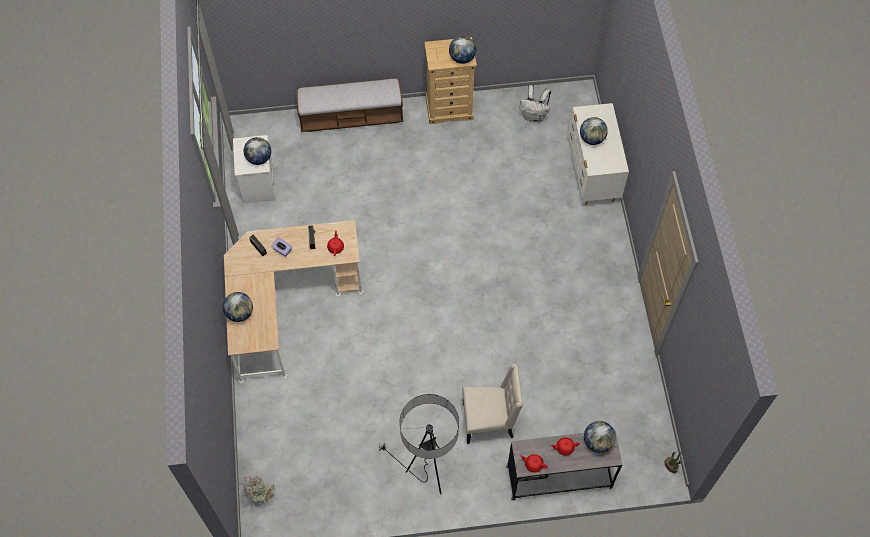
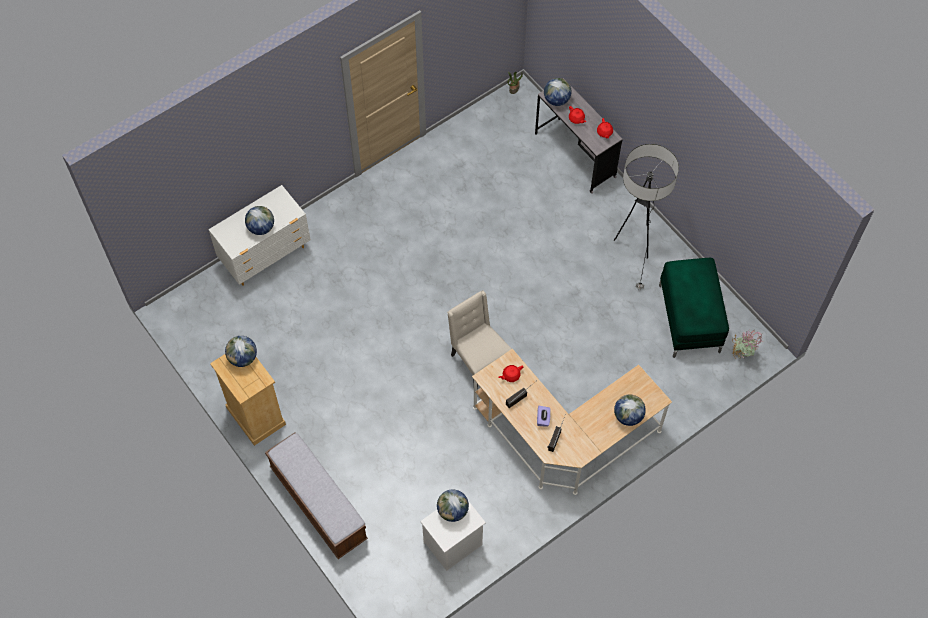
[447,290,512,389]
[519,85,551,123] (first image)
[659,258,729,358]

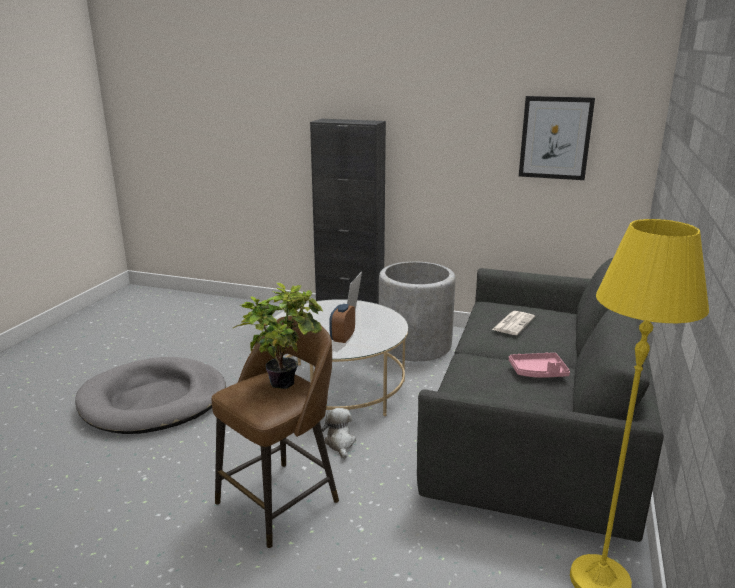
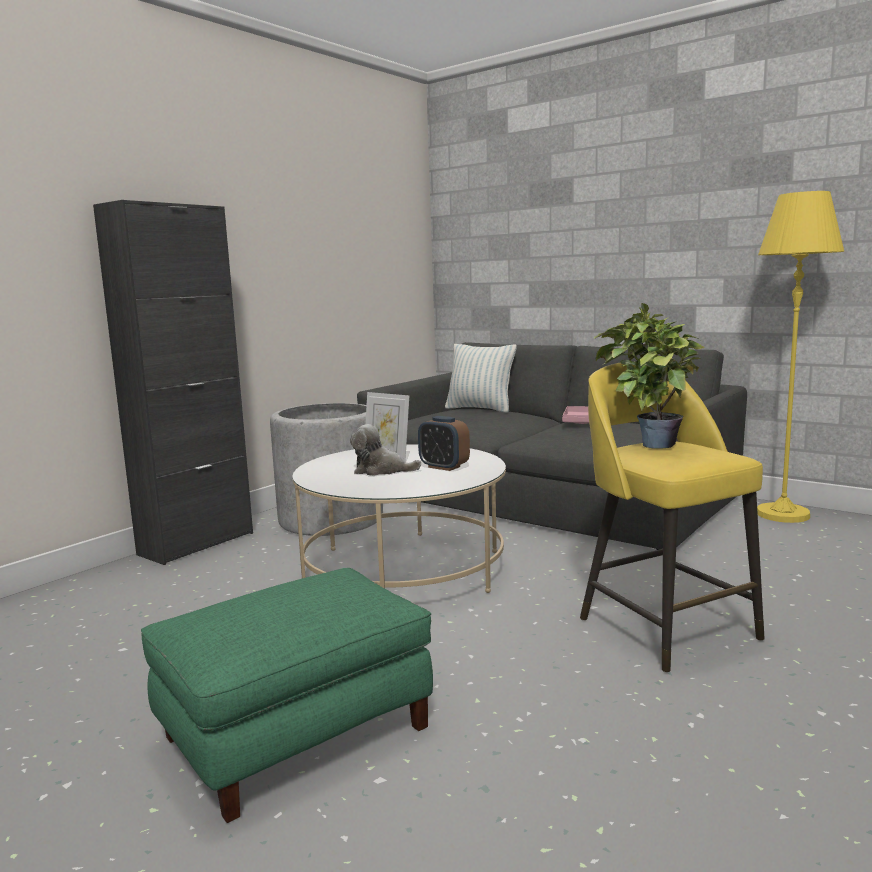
[141,568,433,823]
[580,363,765,673]
[350,424,421,476]
[492,311,535,335] (first image)
[519,96,595,180] (first image)
[445,344,517,413]

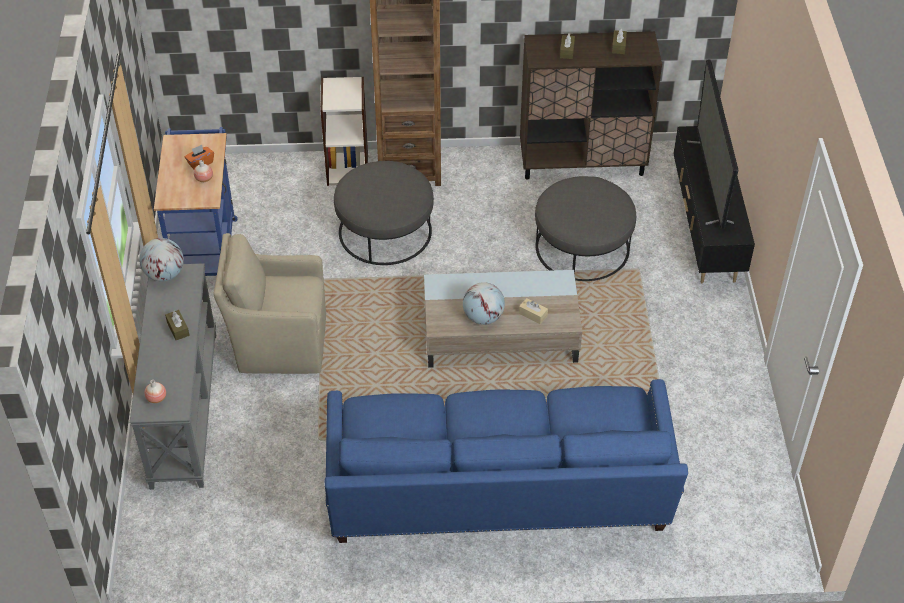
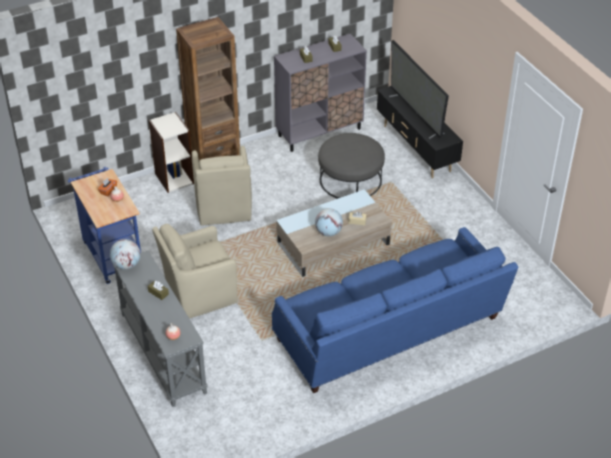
[192,146,252,226]
[274,34,367,152]

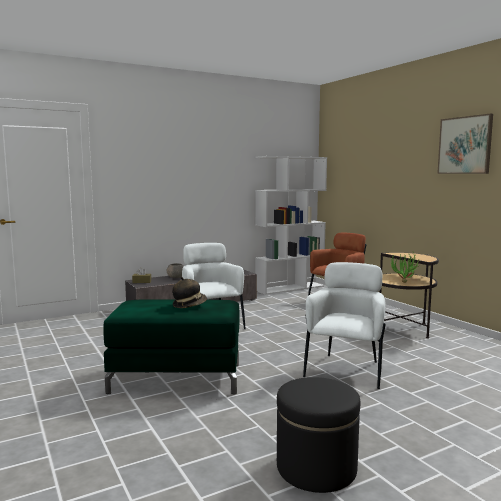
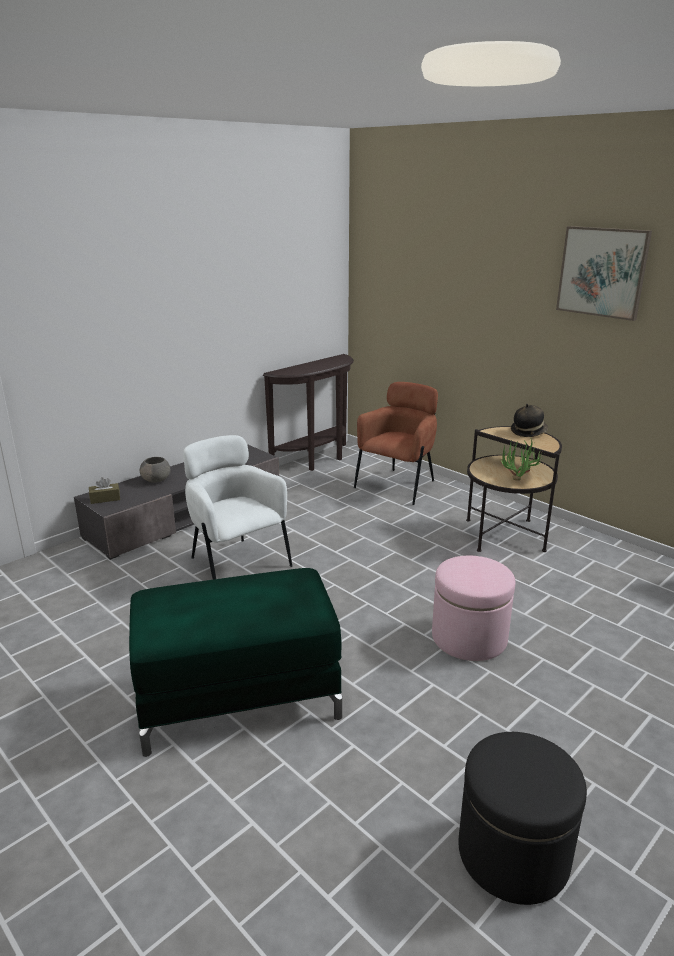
[511,404,548,437]
[263,354,354,471]
[432,556,515,661]

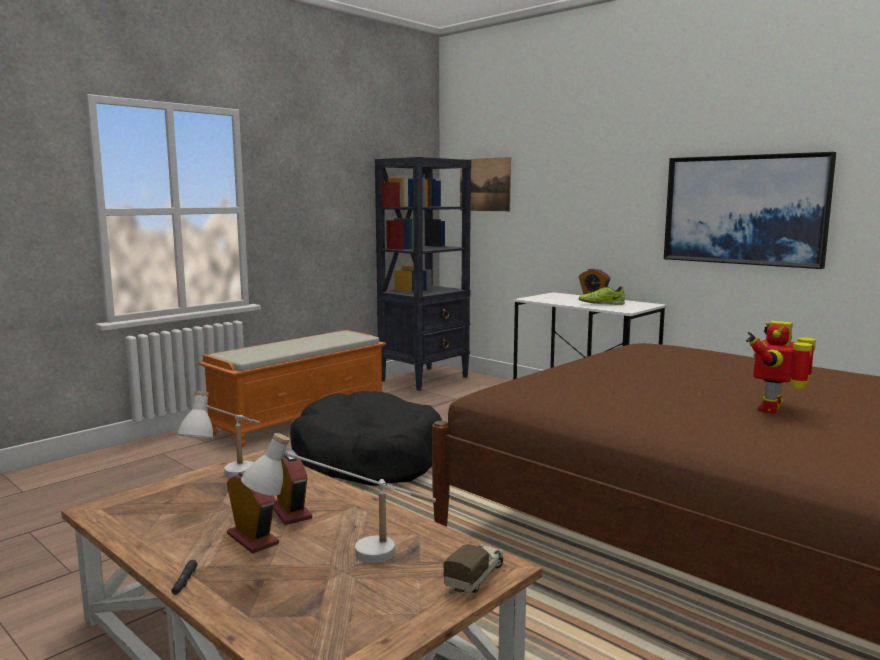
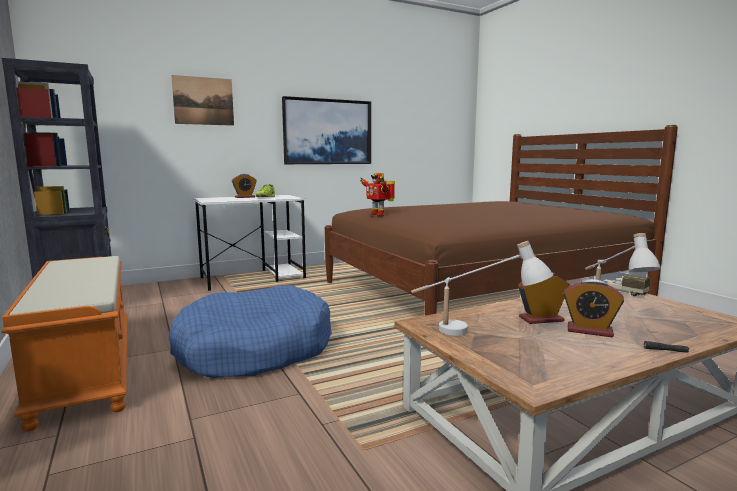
[564,279,624,337]
[169,285,332,378]
[171,75,234,126]
[360,173,395,216]

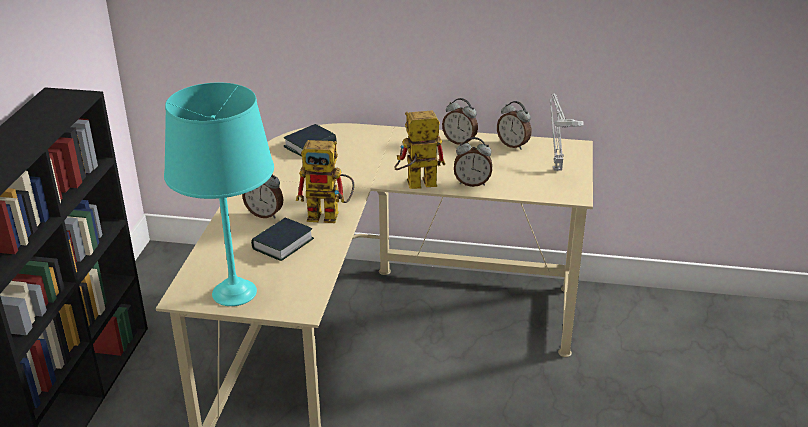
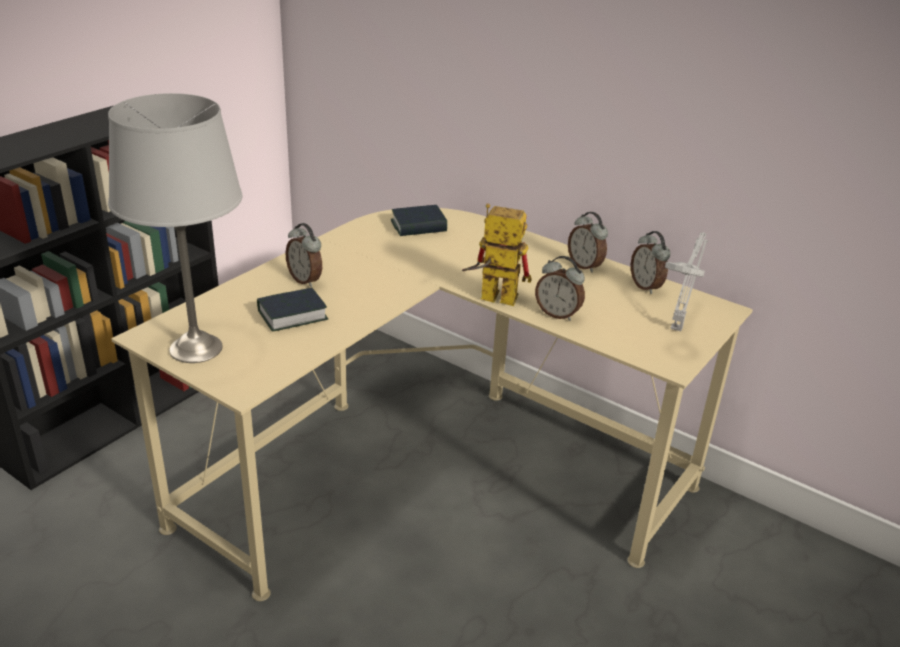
[108,93,242,363]
[296,140,355,223] (first image)

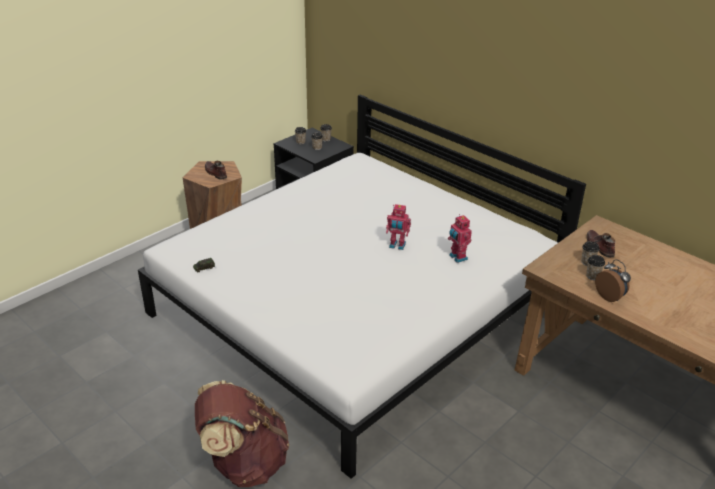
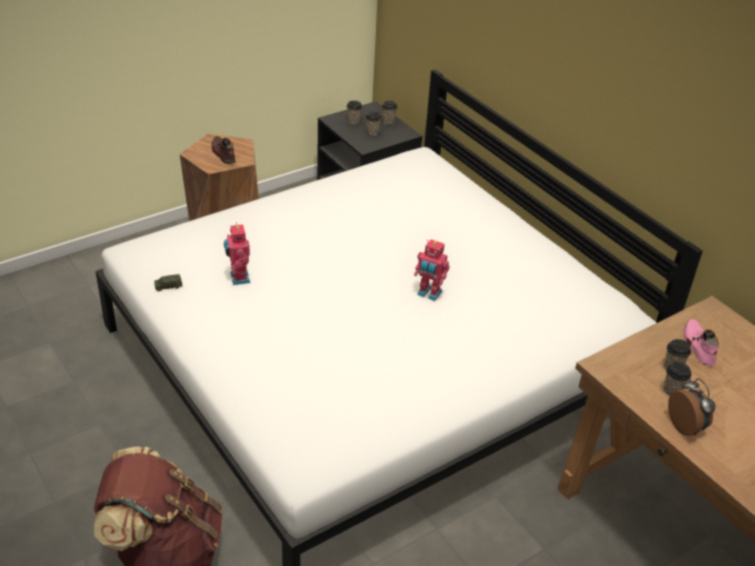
[224,222,250,285]
[684,319,719,366]

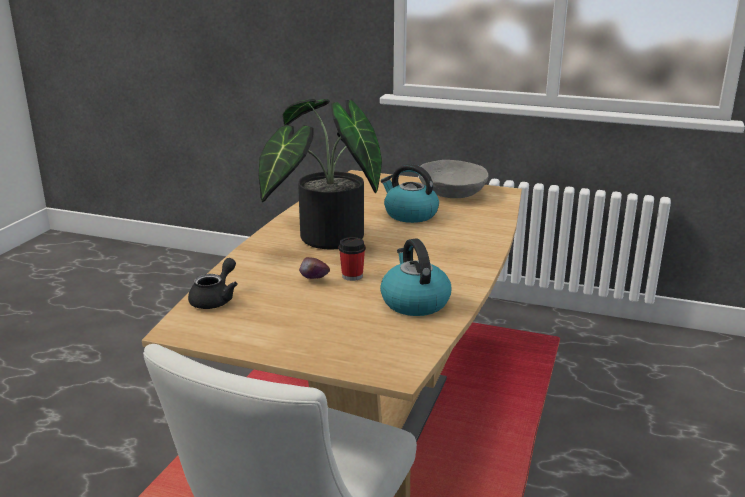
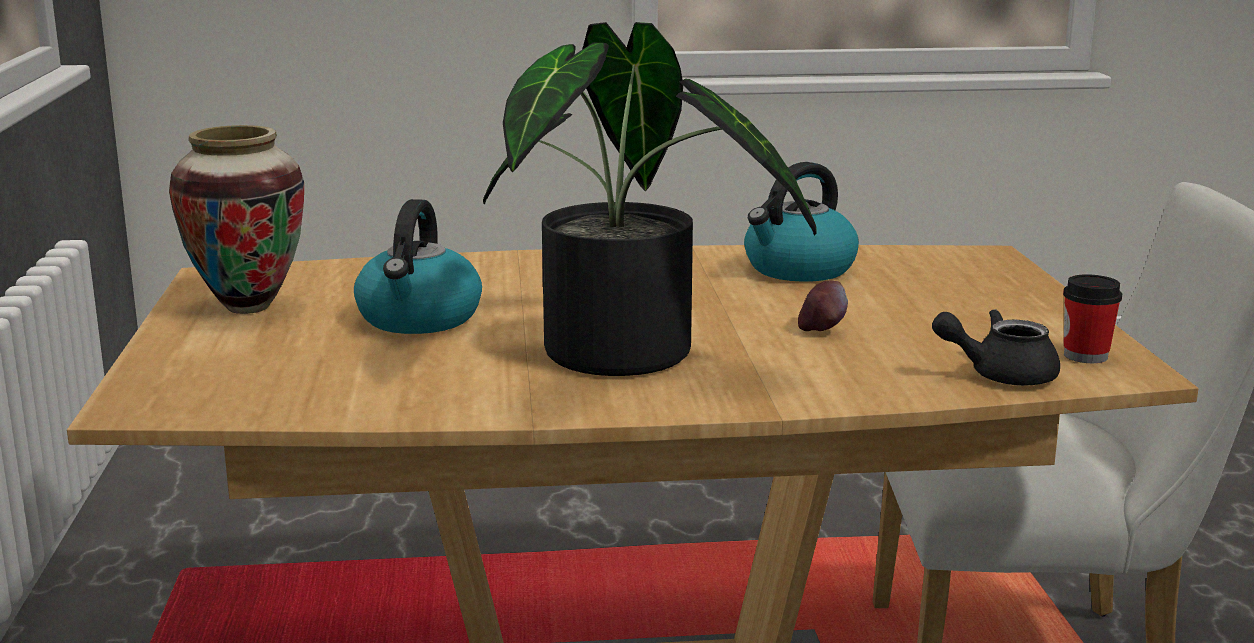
[1063,274,1122,363]
[169,125,304,314]

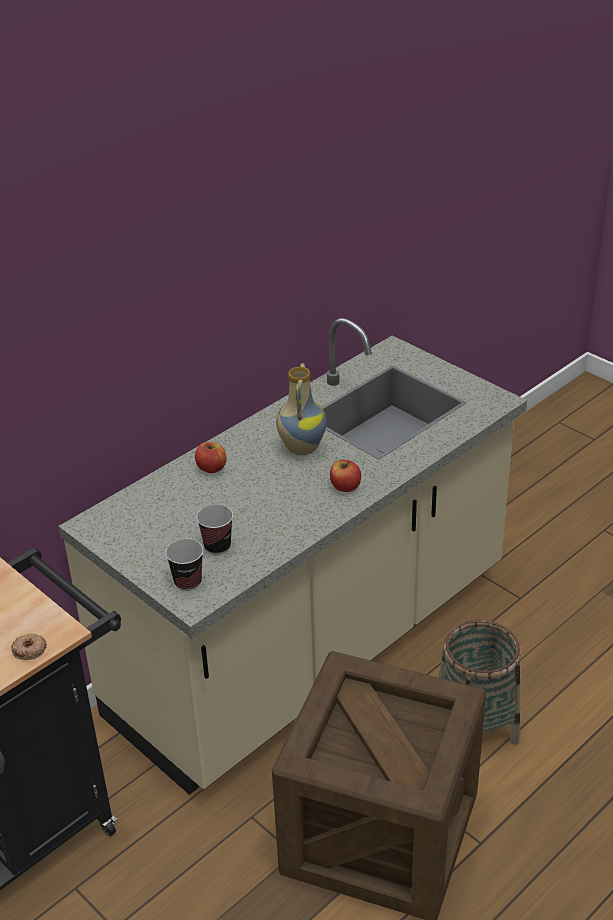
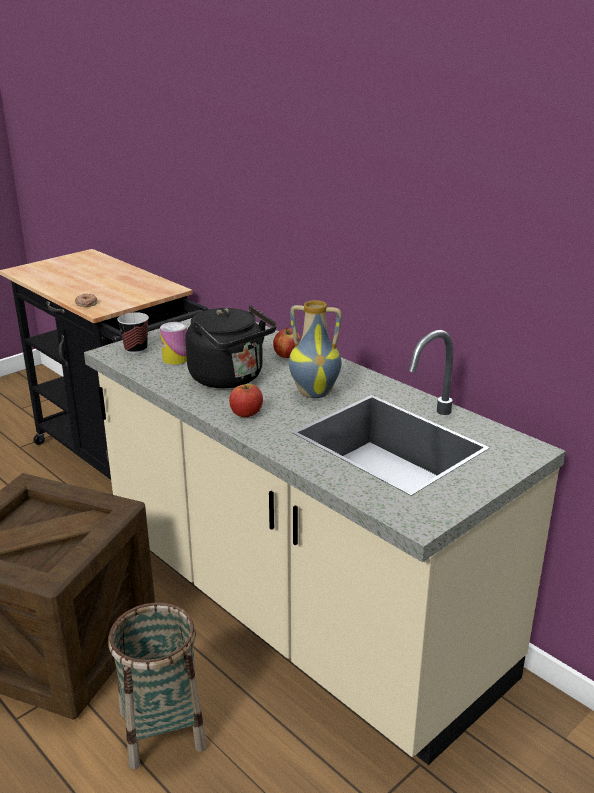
[160,322,187,365]
[186,305,277,388]

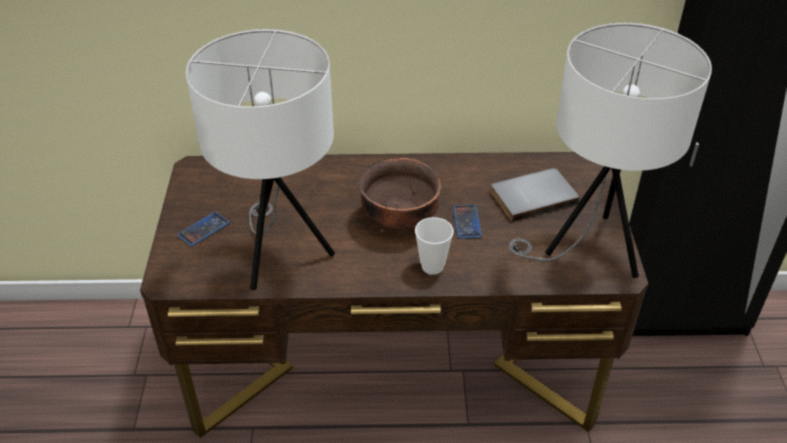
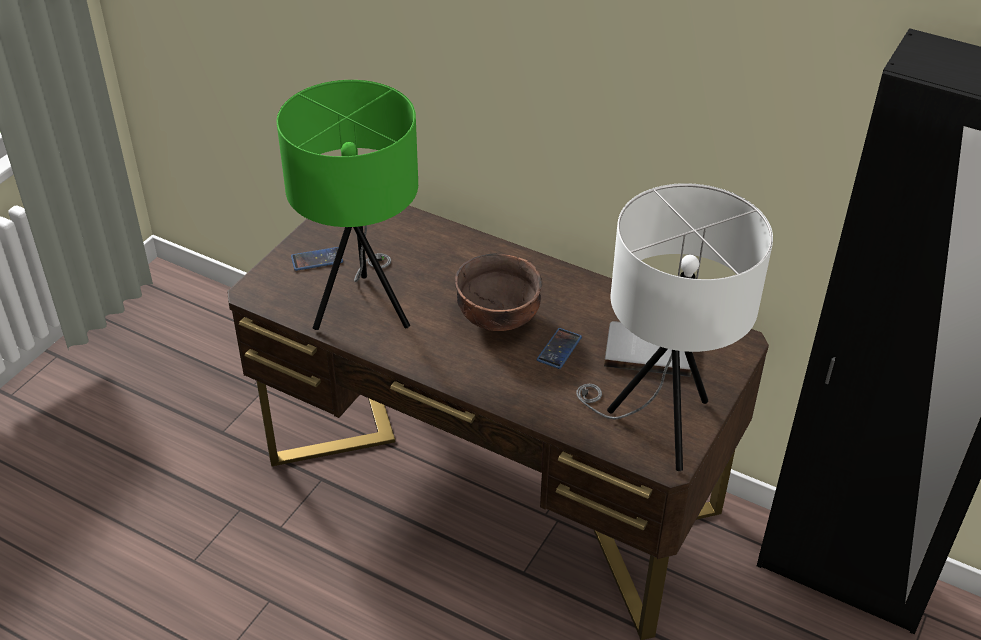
[277,80,418,330]
[415,217,454,275] (first image)

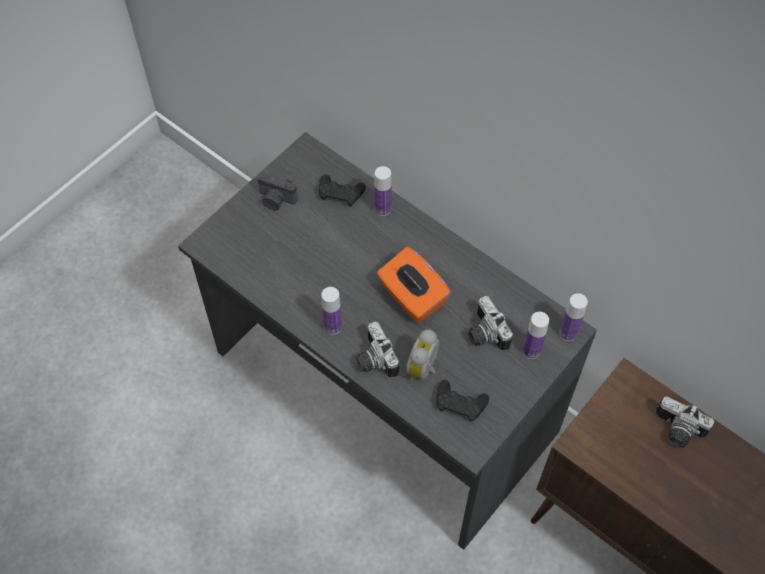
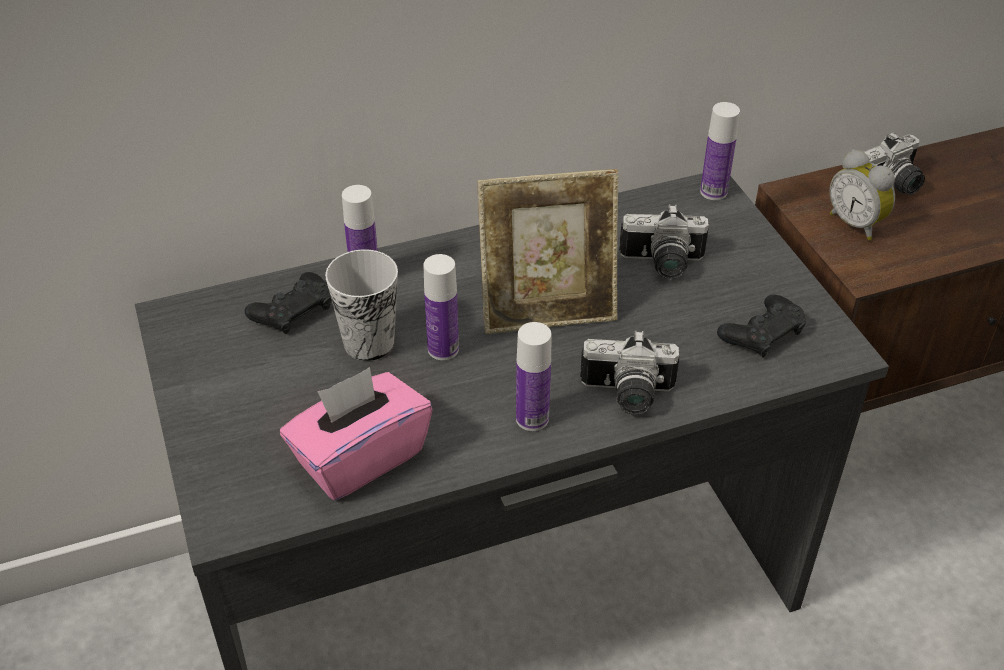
[257,173,298,210] (first image)
[477,169,619,334]
[829,150,895,241]
[424,254,459,360]
[280,367,432,500]
[325,249,398,361]

